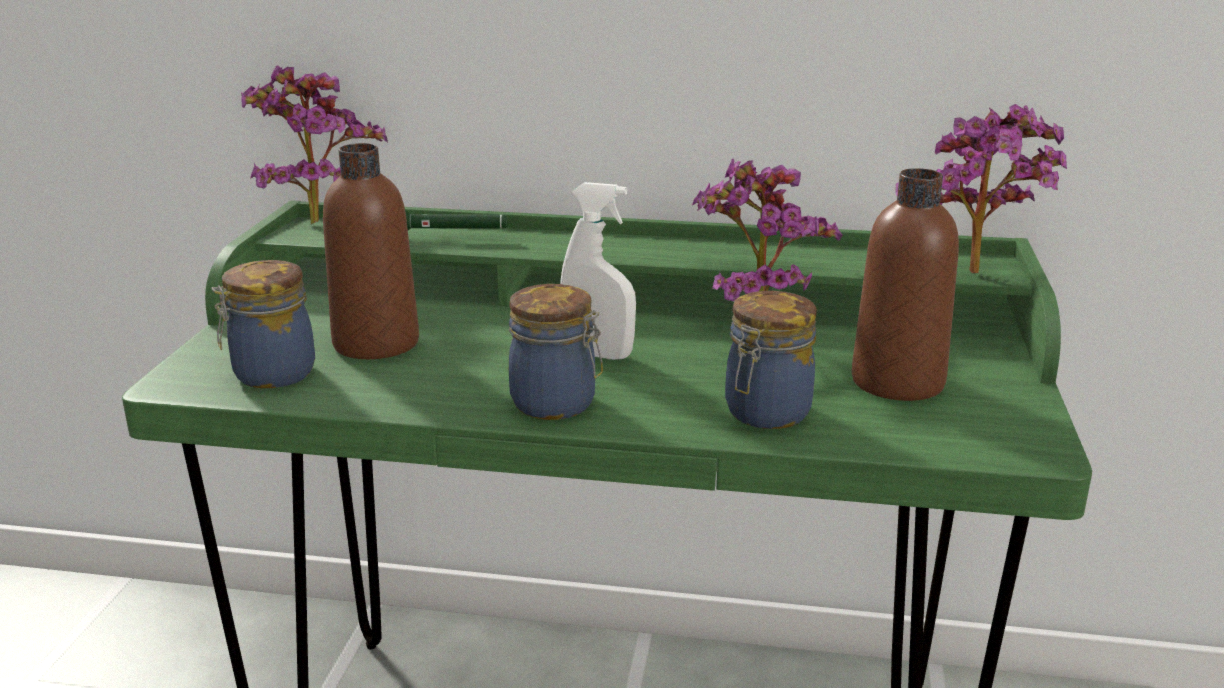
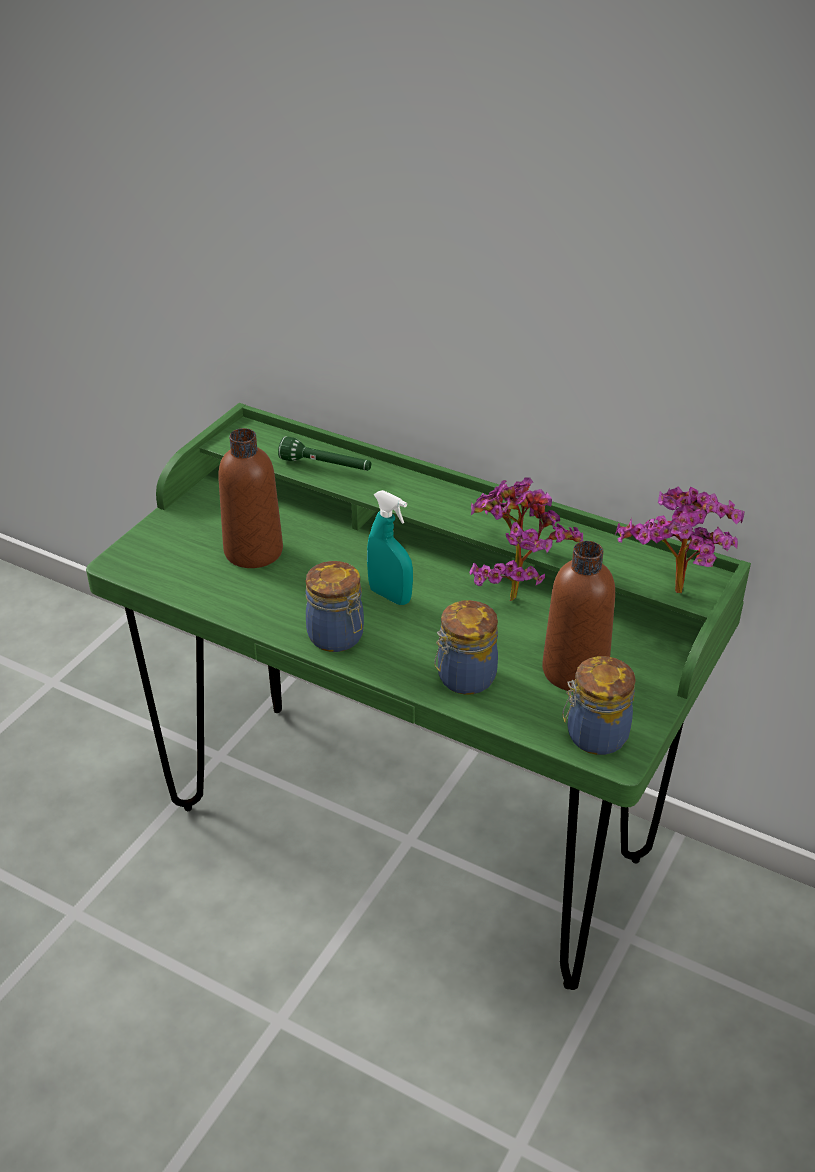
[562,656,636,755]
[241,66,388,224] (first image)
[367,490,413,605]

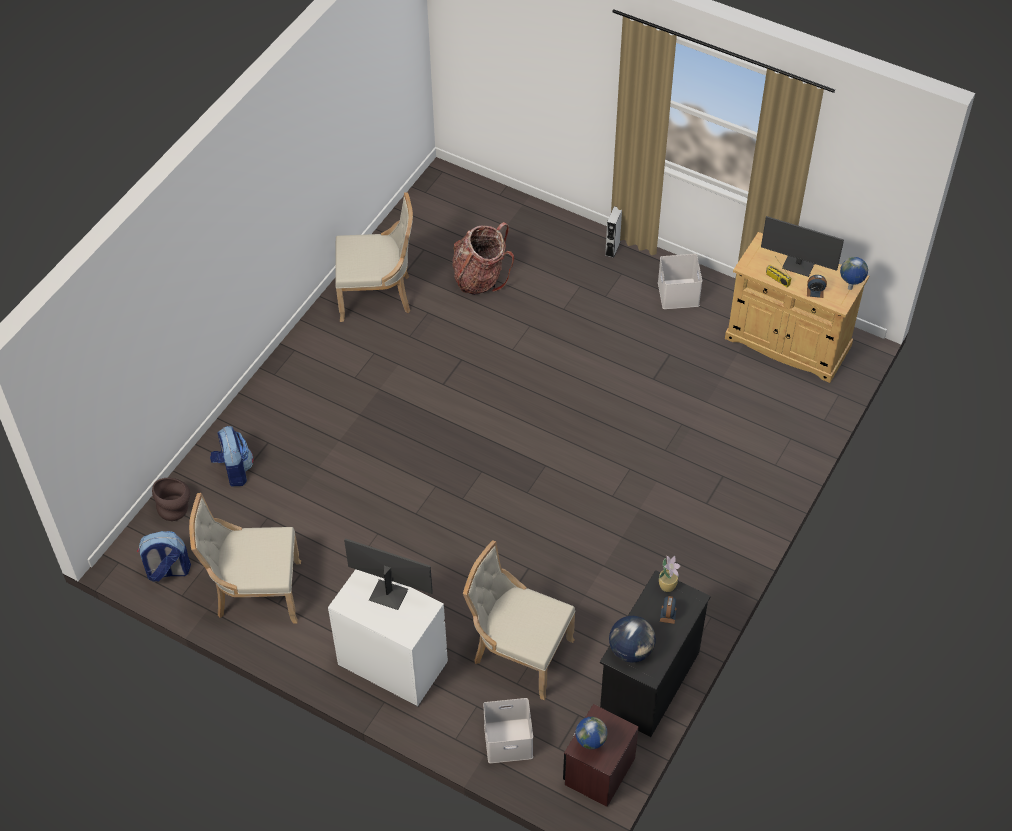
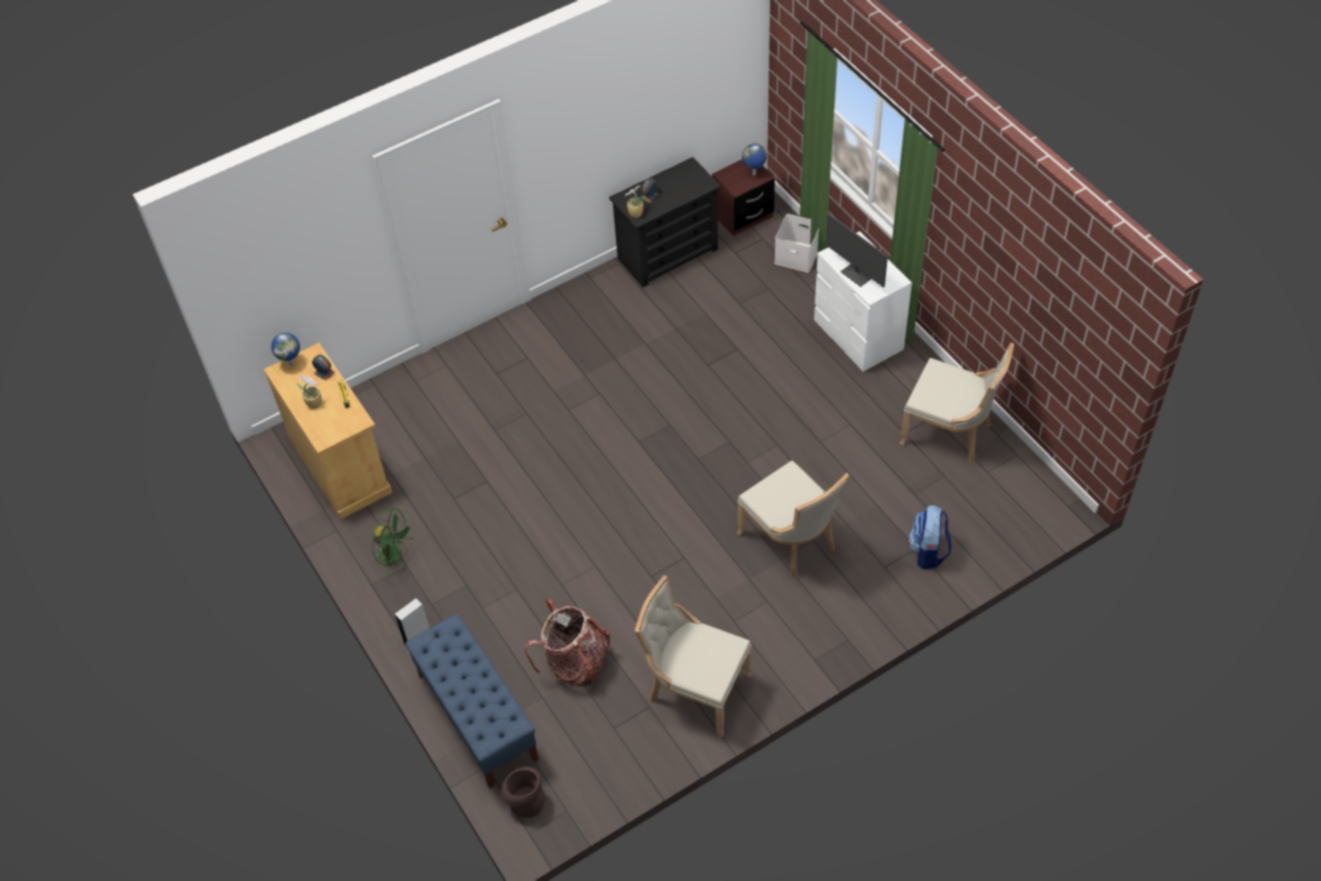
[137,531,191,582] (first image)
[501,767,545,818]
[737,461,849,578]
[609,616,656,662] (first image)
[372,507,413,576]
[297,374,322,409]
[405,614,539,788]

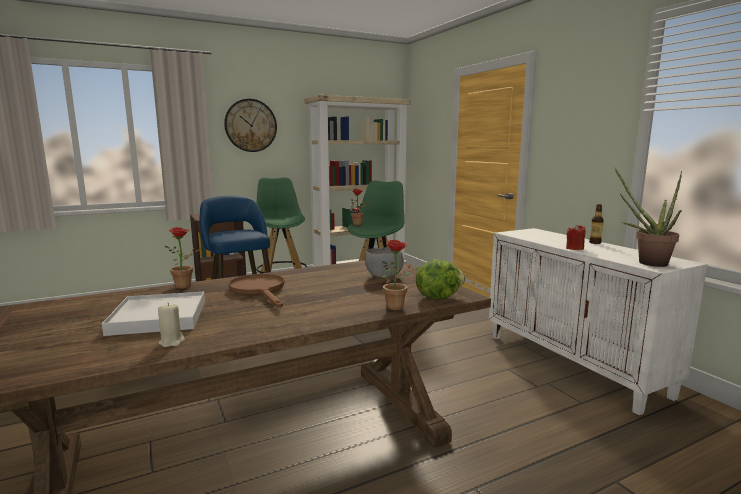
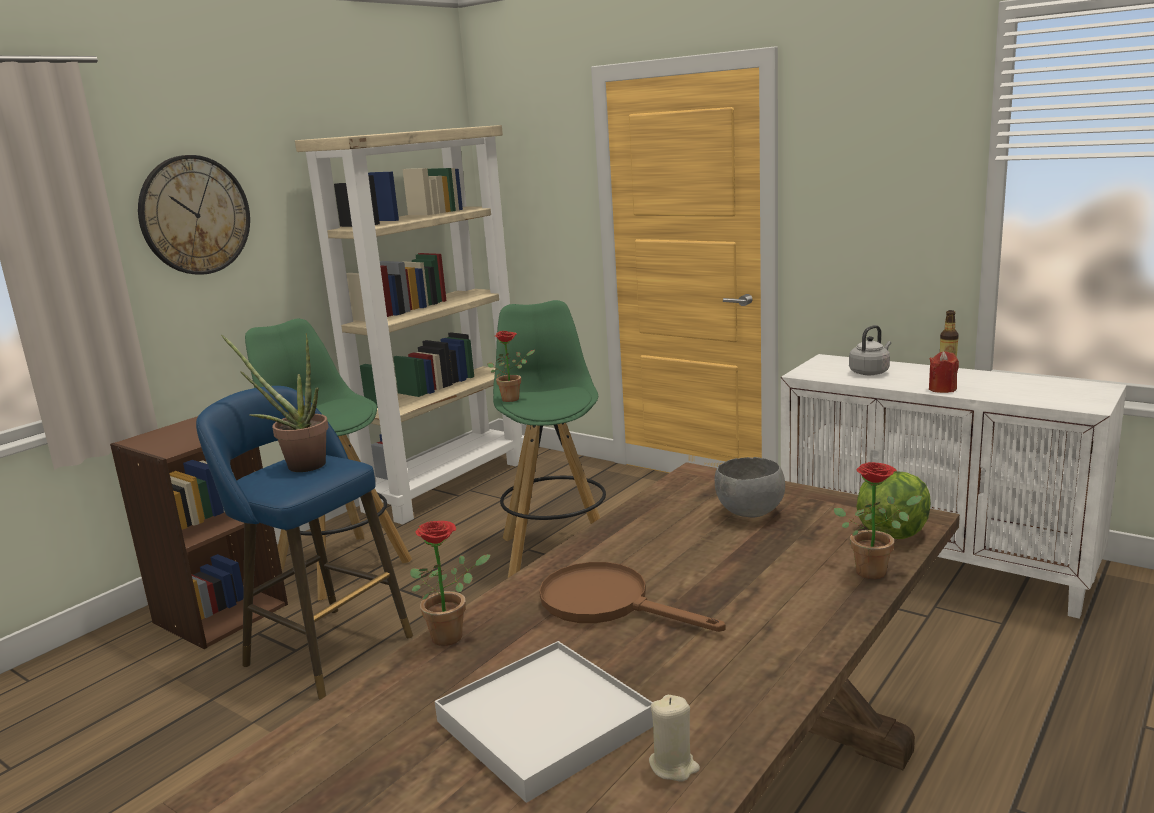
[221,333,329,472]
[849,325,891,375]

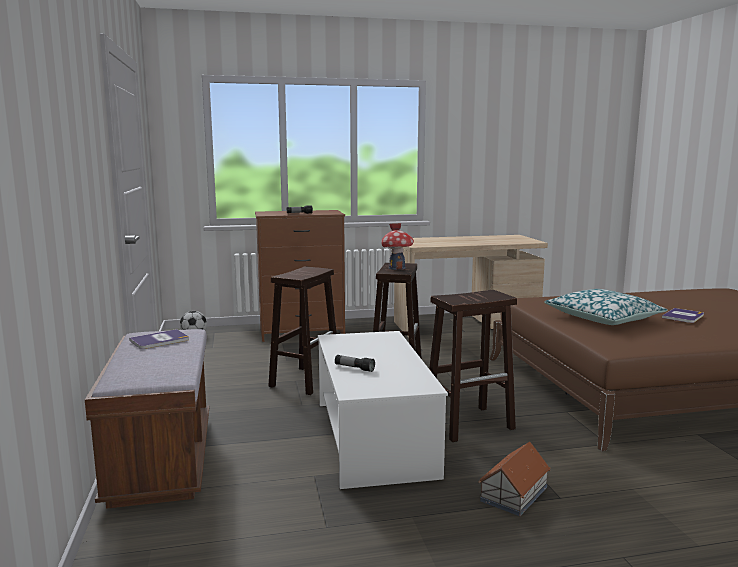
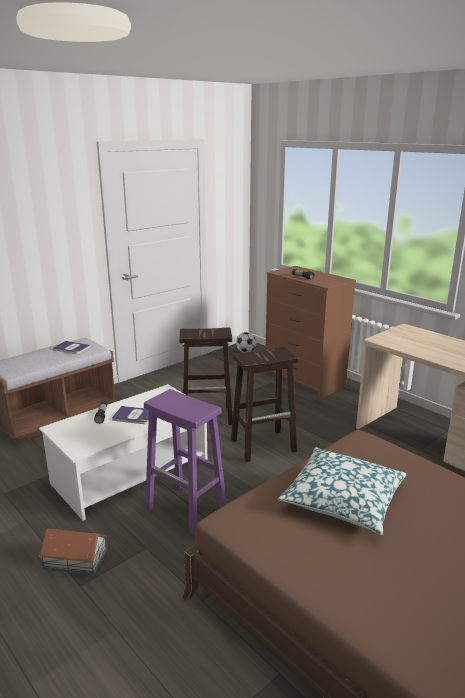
[381,223,414,270] (first image)
[144,389,227,536]
[112,406,149,424]

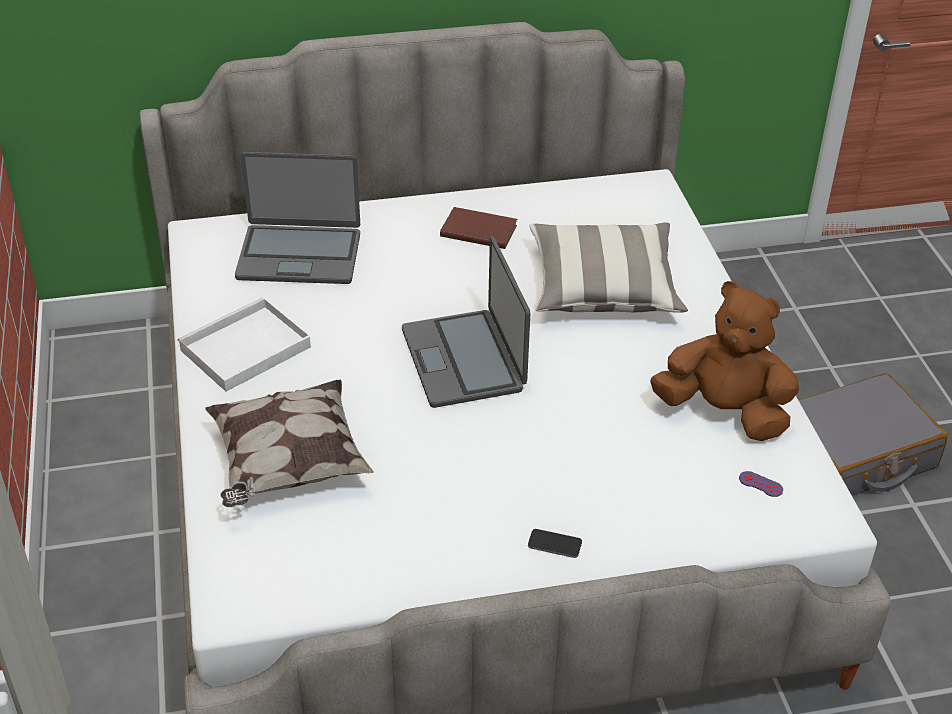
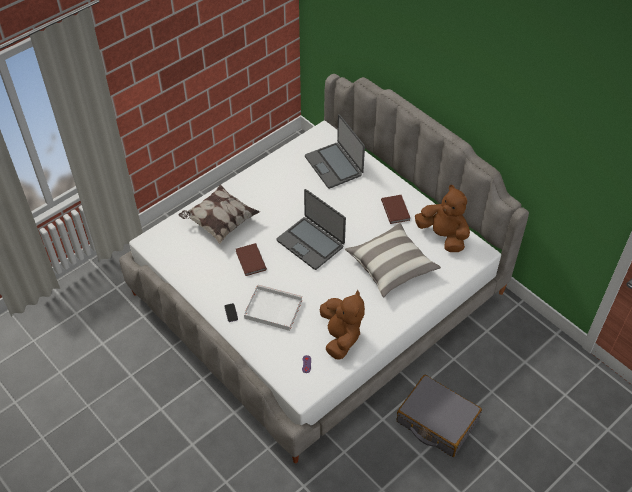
[244,285,302,331]
[277,189,346,270]
[236,243,267,276]
[415,185,470,252]

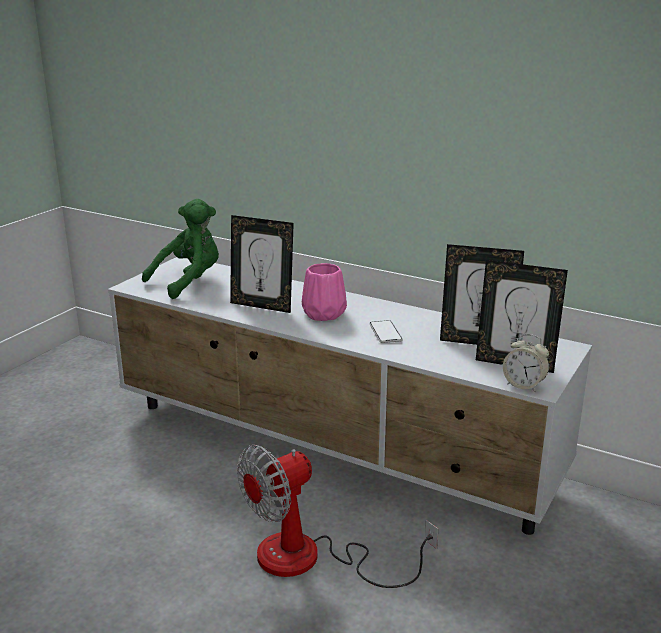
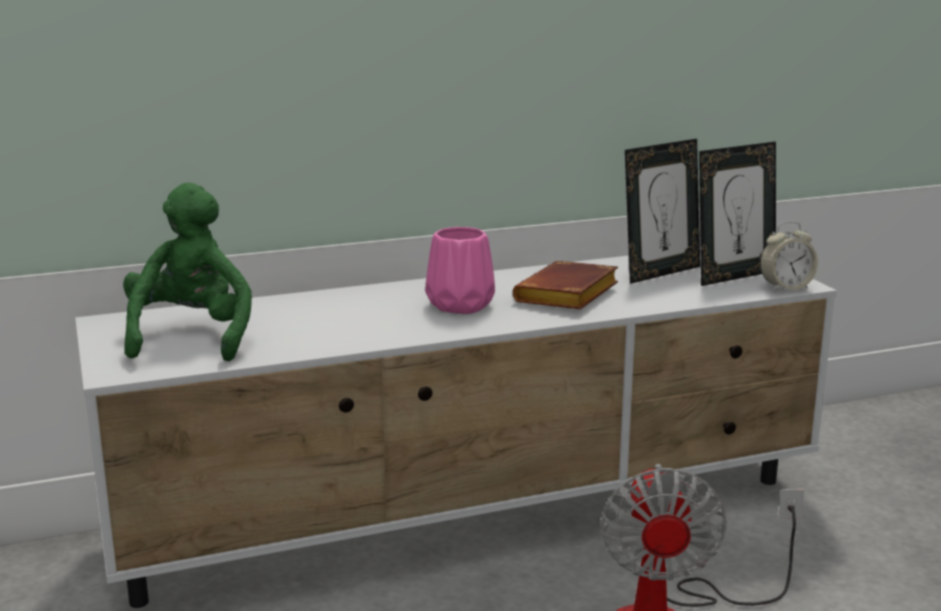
[230,215,294,313] (first image)
[513,261,618,309]

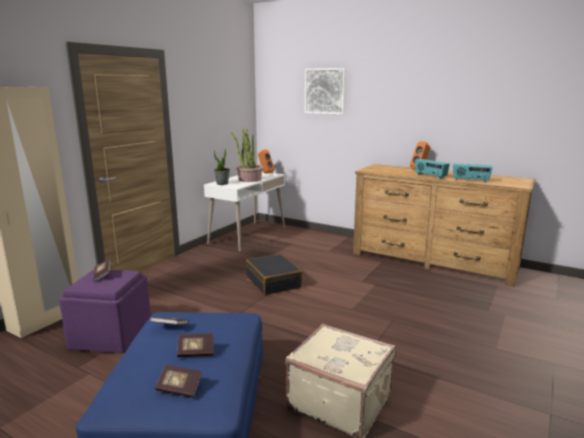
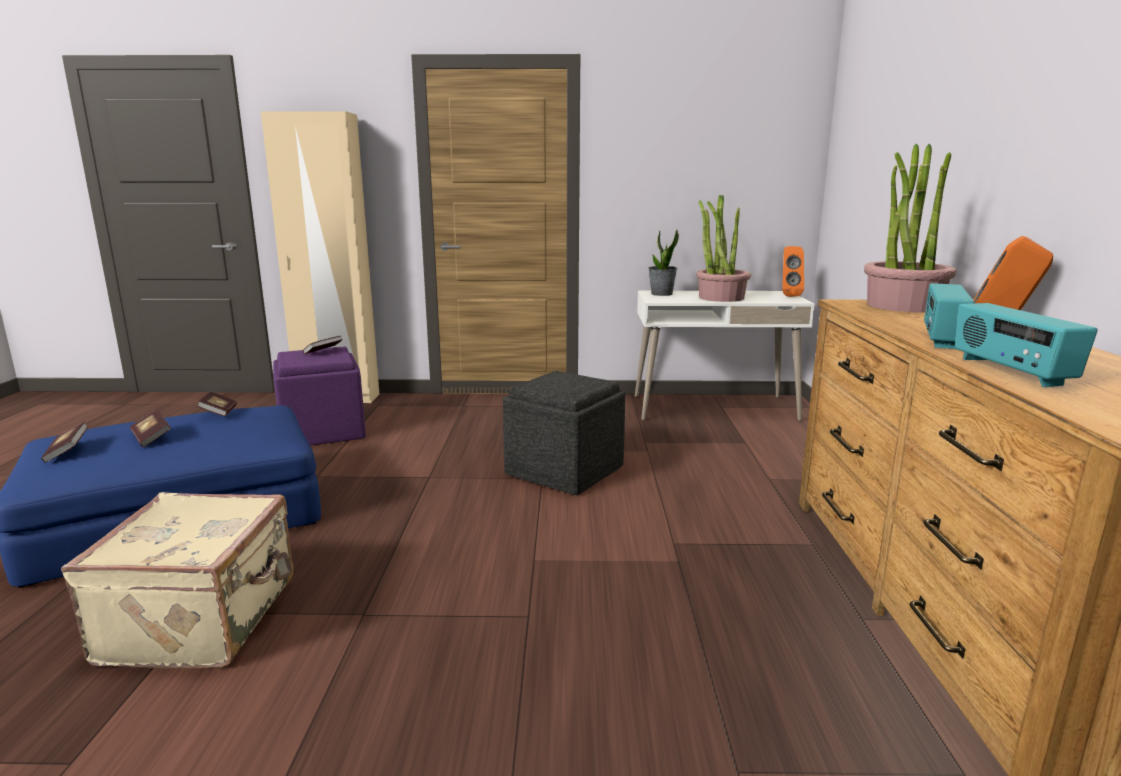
[503,371,625,495]
[305,68,346,114] (first image)
[864,144,956,312]

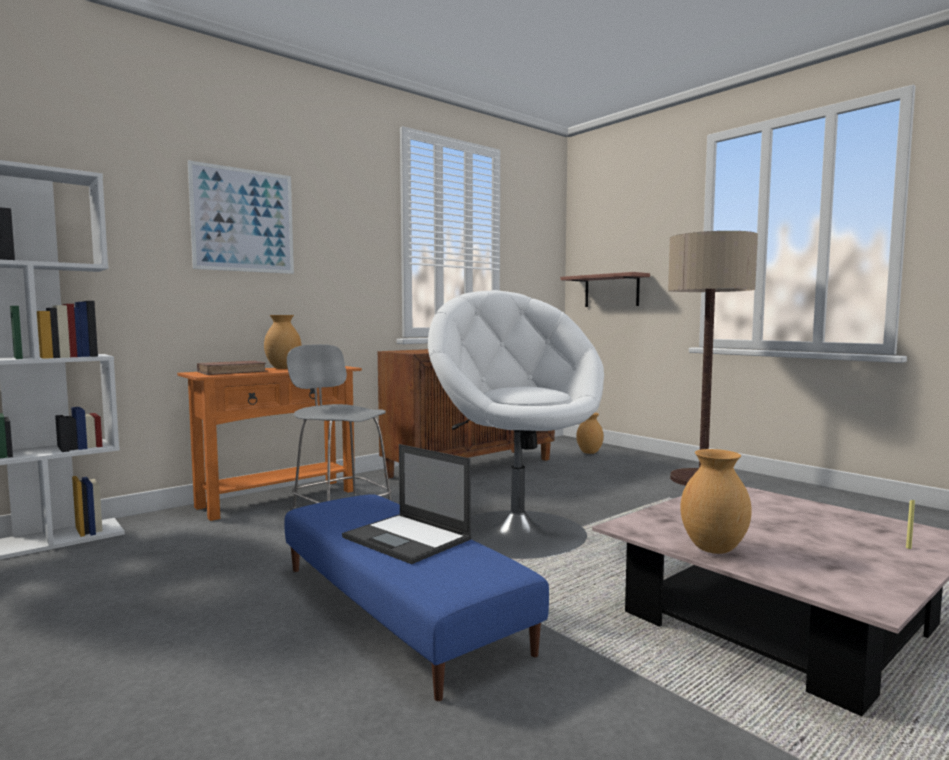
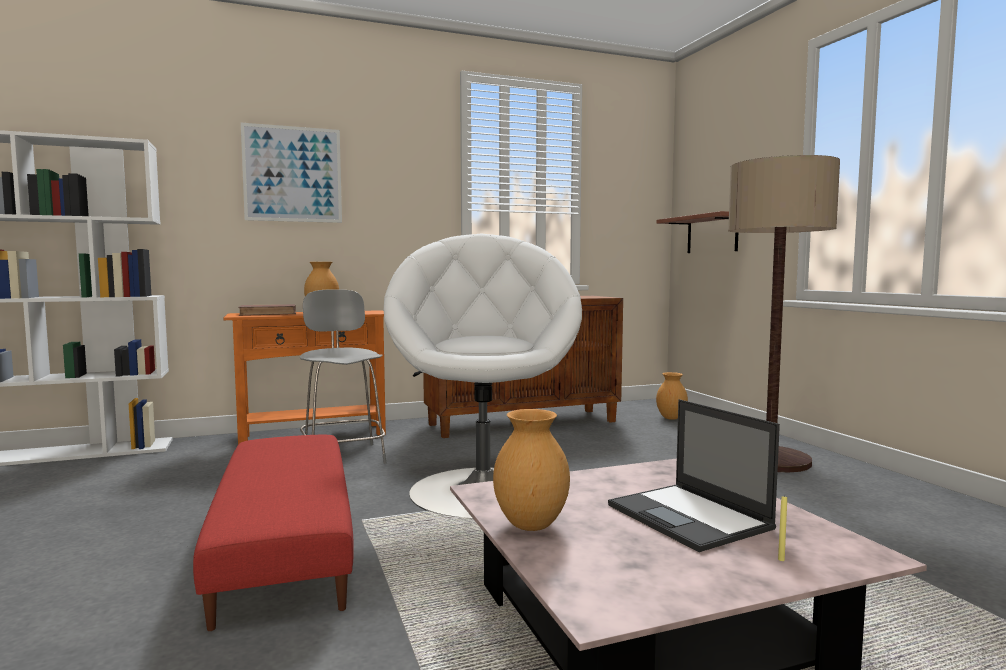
[193,435,354,631]
[608,399,780,552]

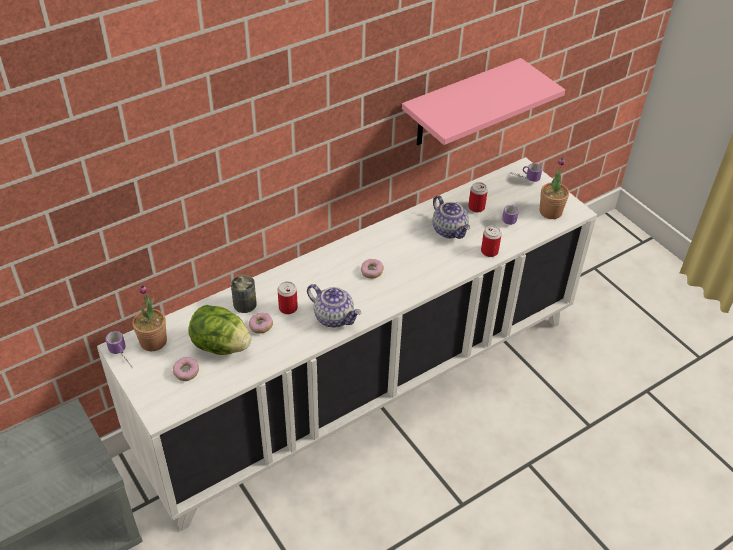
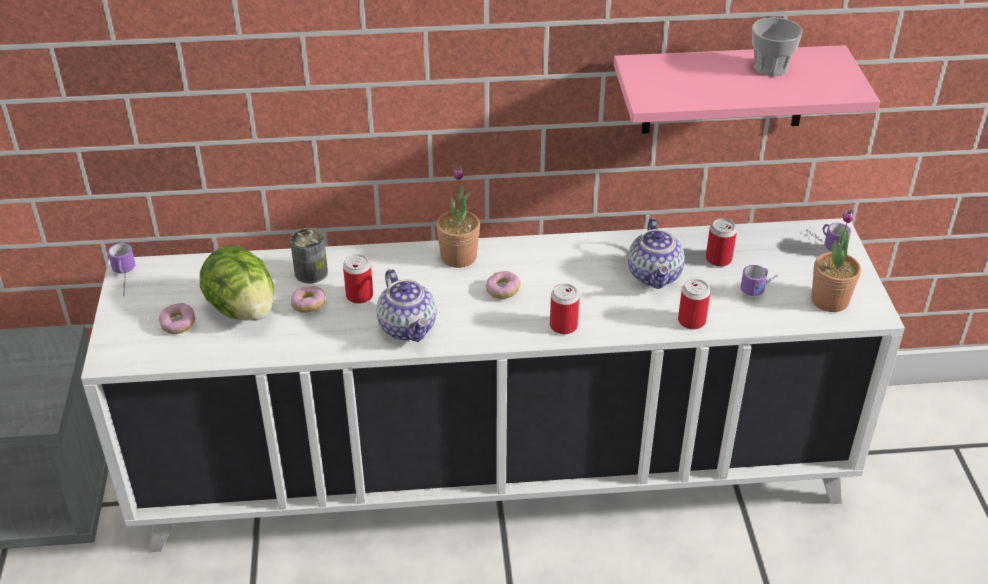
[436,167,480,268]
[550,284,580,334]
[752,17,803,77]

